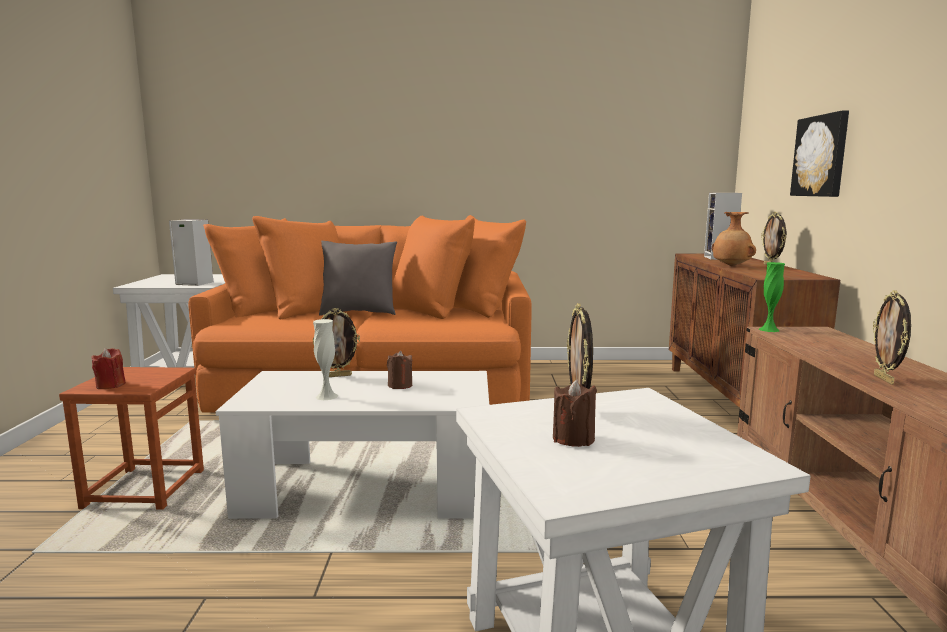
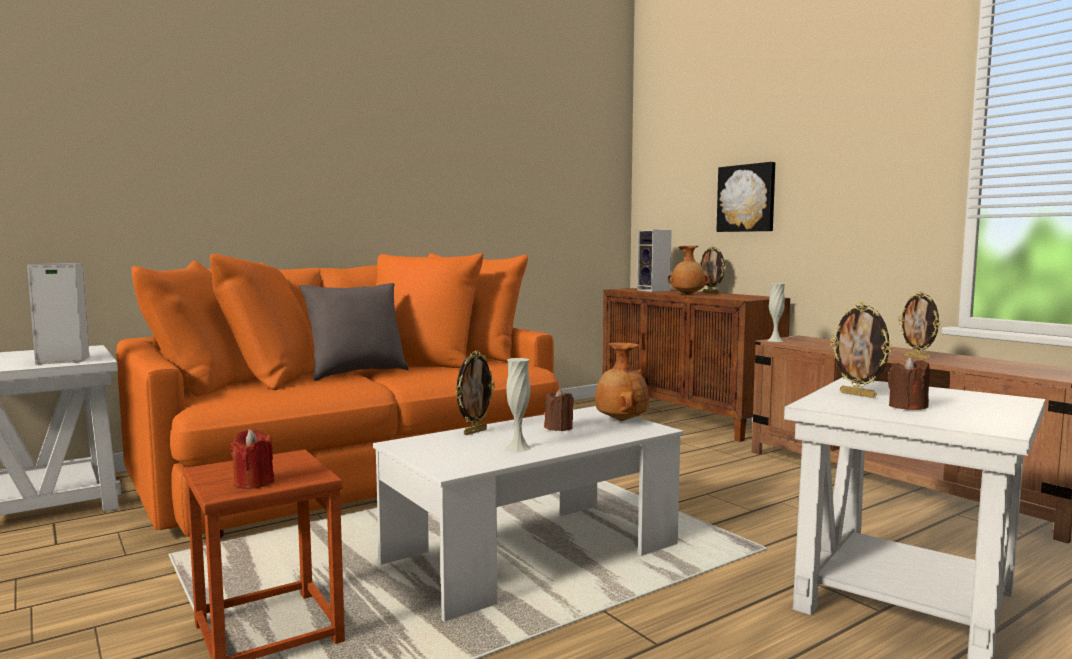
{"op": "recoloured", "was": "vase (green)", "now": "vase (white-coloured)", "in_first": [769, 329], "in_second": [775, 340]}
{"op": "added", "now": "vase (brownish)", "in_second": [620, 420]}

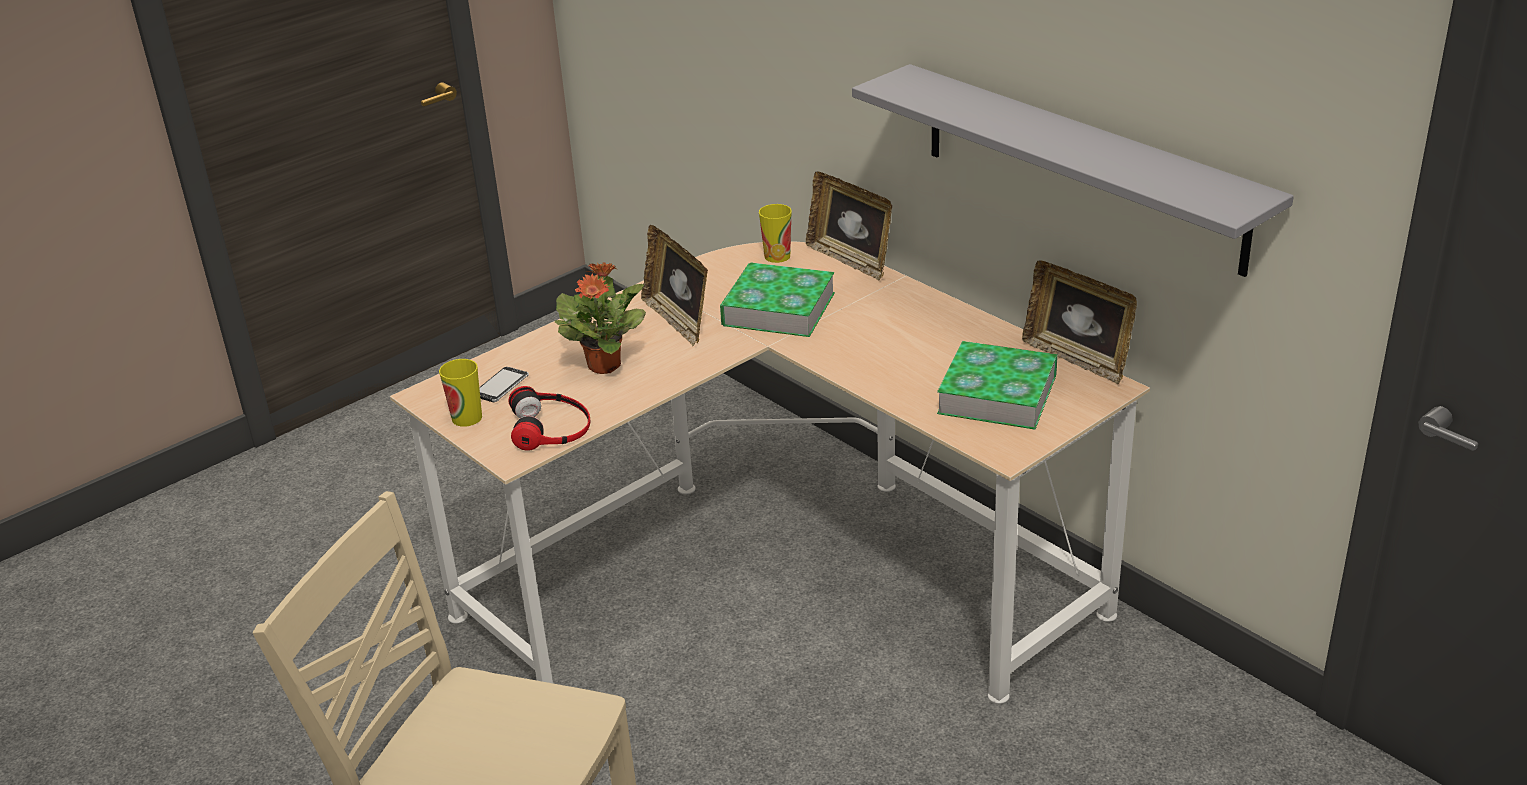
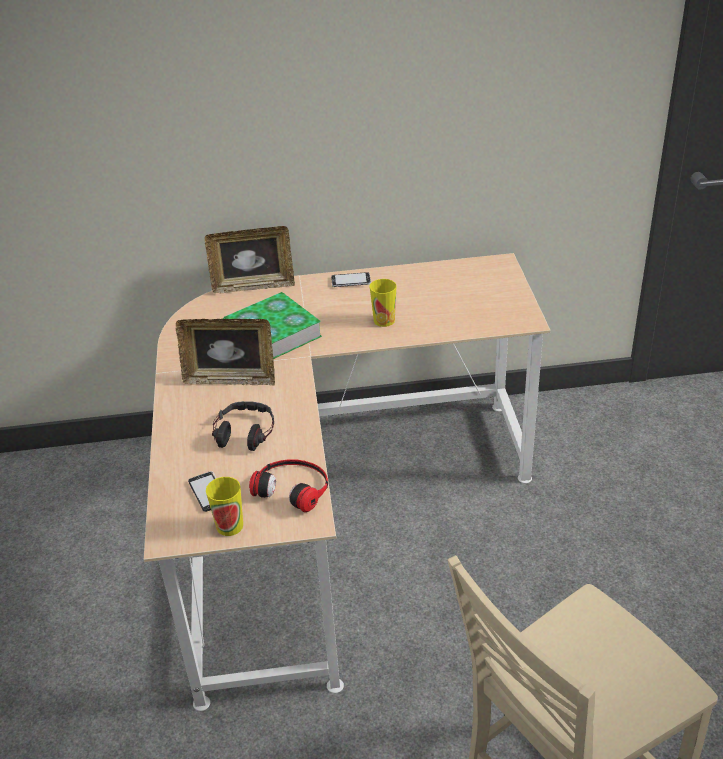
{"op": "removed", "was": "bracket shelf (gray)", "in_first": [1080, 167]}
{"op": "moved", "was": "small cup", "in_first": [777, 256], "in_second": [384, 320]}
{"op": "removed", "was": "picture frame", "in_first": [1077, 358]}
{"op": "replaced", "was": "plant in a pot", "now": "headset", "in_first": [605, 365], "in_second": [244, 432]}
{"op": "removed", "was": "volume", "in_first": [997, 394]}
{"op": "added", "now": "telephone", "in_second": [351, 281]}

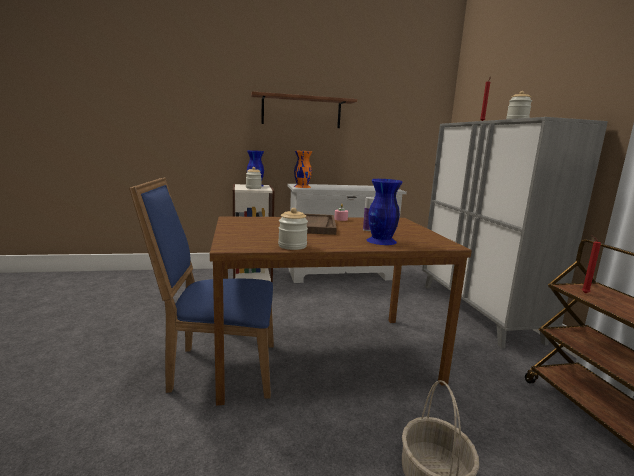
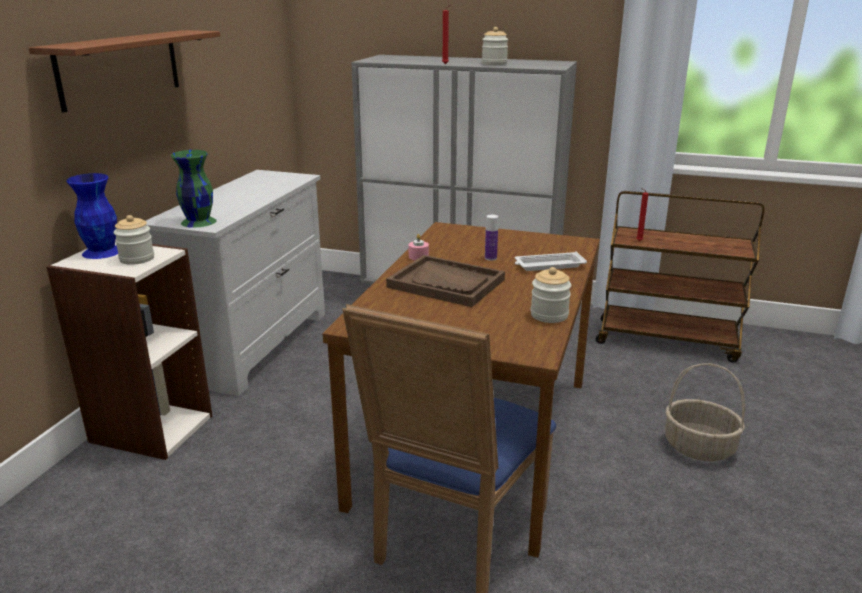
{"op": "recoloured", "was": "vase (orange)", "now": "vase (green)", "in_first": [302, 186], "in_second": [198, 221]}
{"op": "replaced", "was": "vase (bluish)", "now": "serving tray (white-coloured)", "in_first": [381, 241], "in_second": [548, 265]}

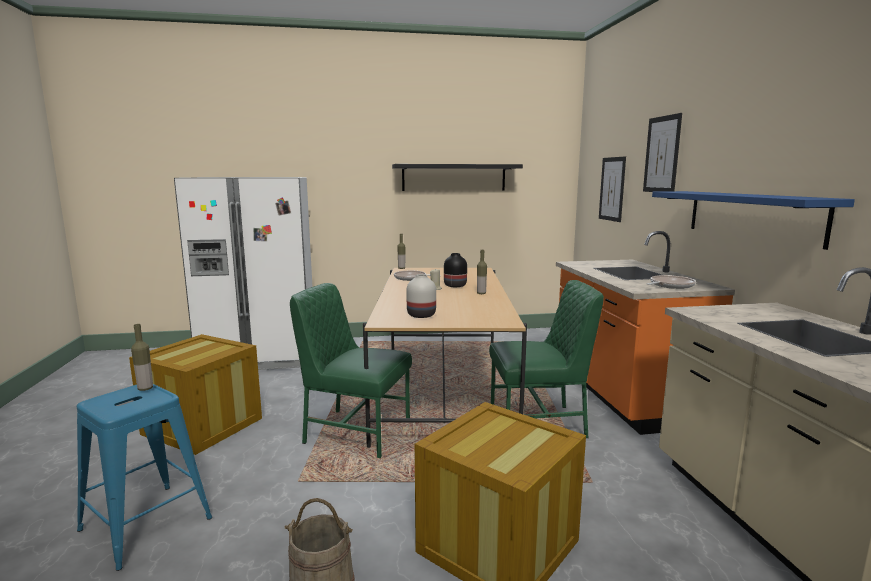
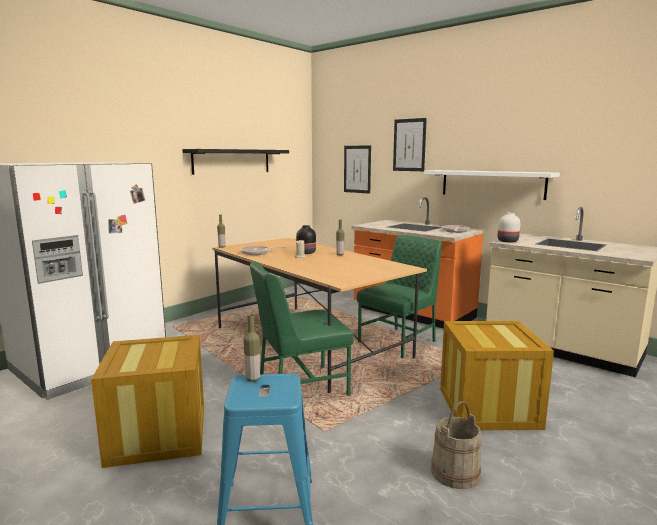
{"op": "recoloured", "was": "bracket shelf (bluish)", "now": "bracket shelf (white-coloured)", "in_first": [751, 216], "in_second": [492, 184]}
{"op": "moved", "was": "vase (white-coloured)", "in_first": [422, 315], "in_second": [508, 241]}

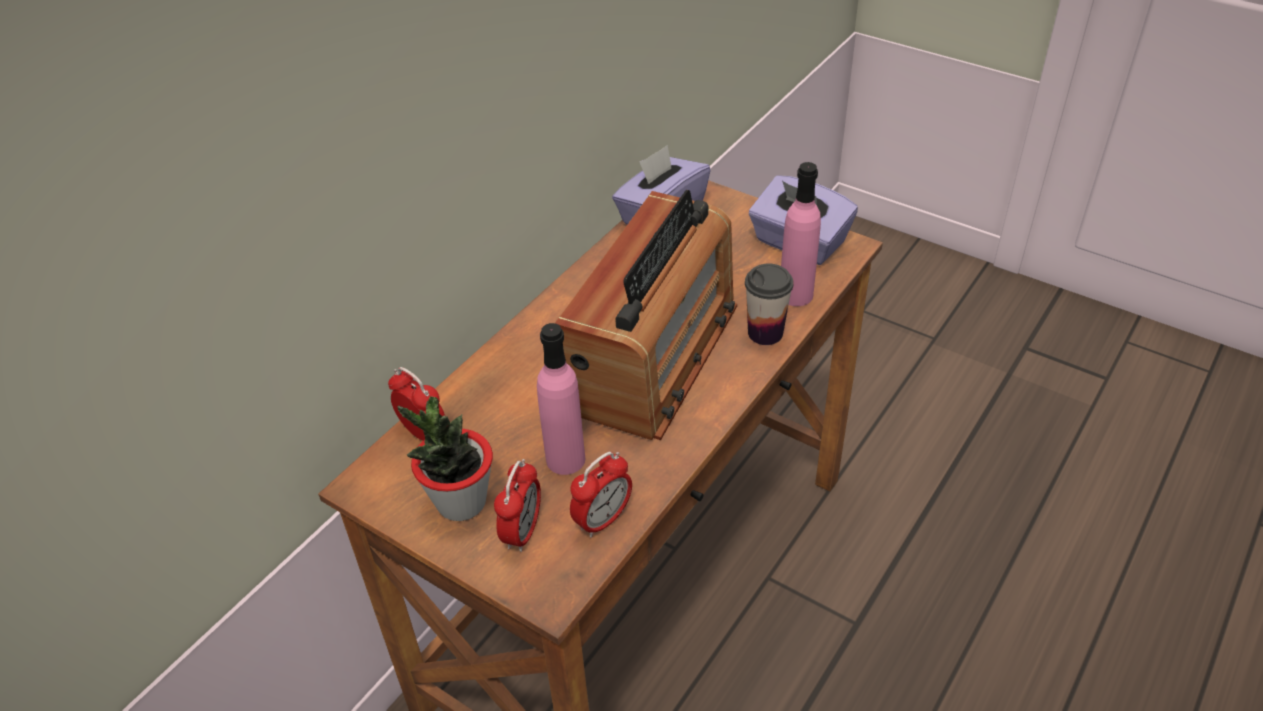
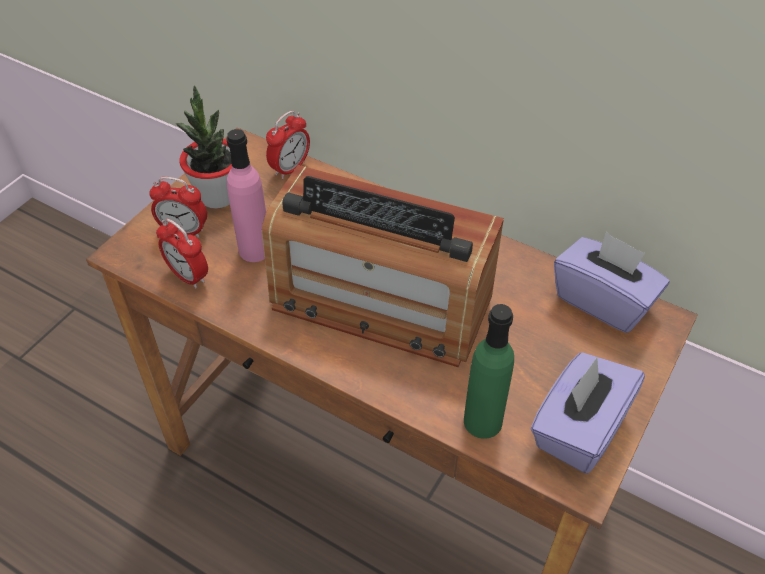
{"op": "recoloured", "was": "bottle (pink)", "now": "bottle (green)", "in_first": [795, 295], "in_second": [482, 421]}
{"op": "removed", "was": "small cup", "in_first": [765, 333]}

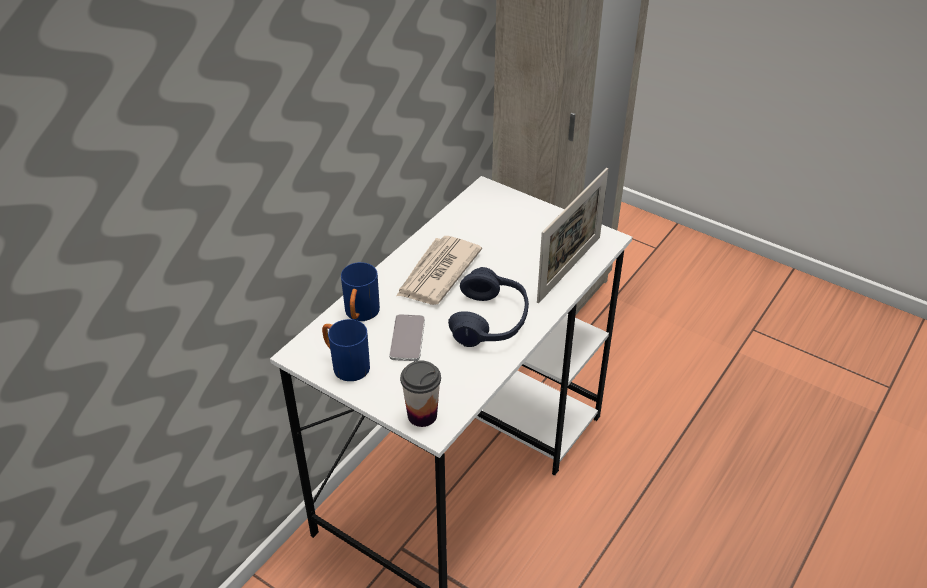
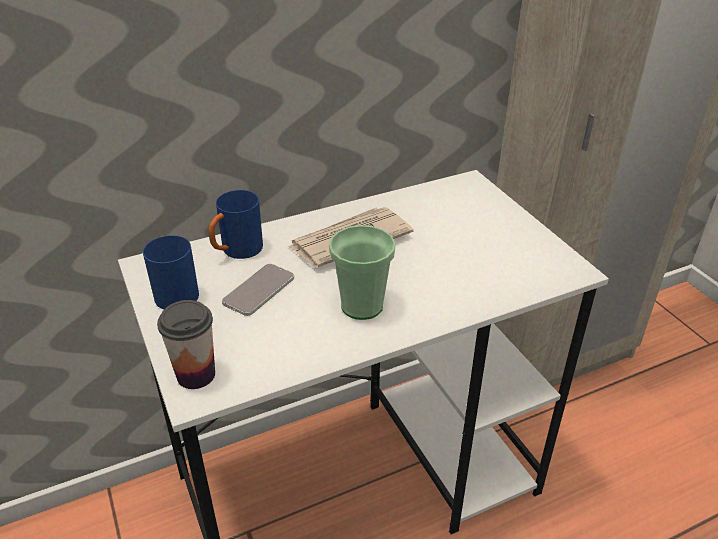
{"op": "removed", "was": "picture frame", "in_first": [569, 269]}
{"op": "replaced", "was": "headset (bluish)", "now": "small cup", "in_first": [490, 321], "in_second": [362, 306]}

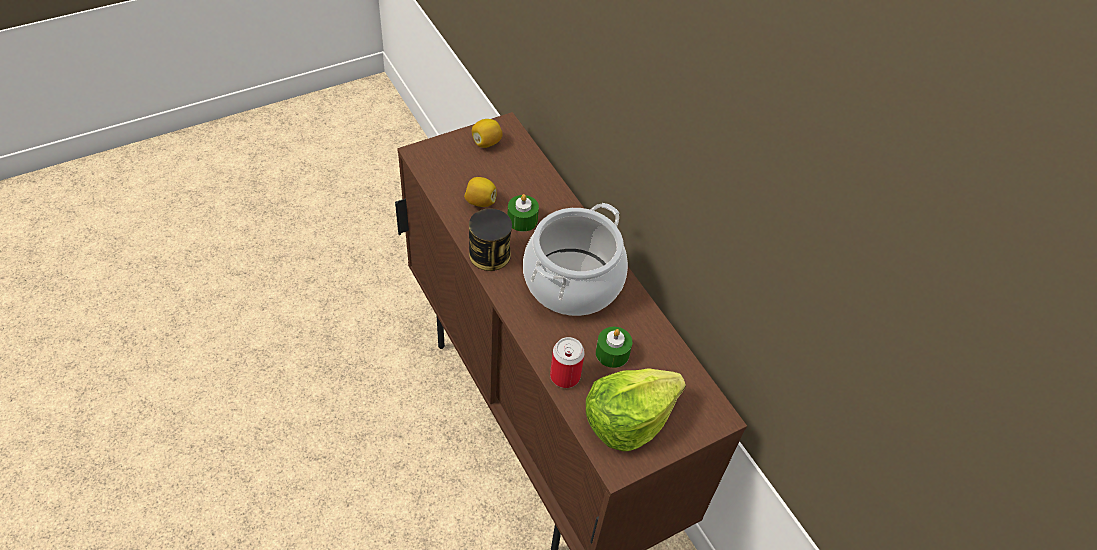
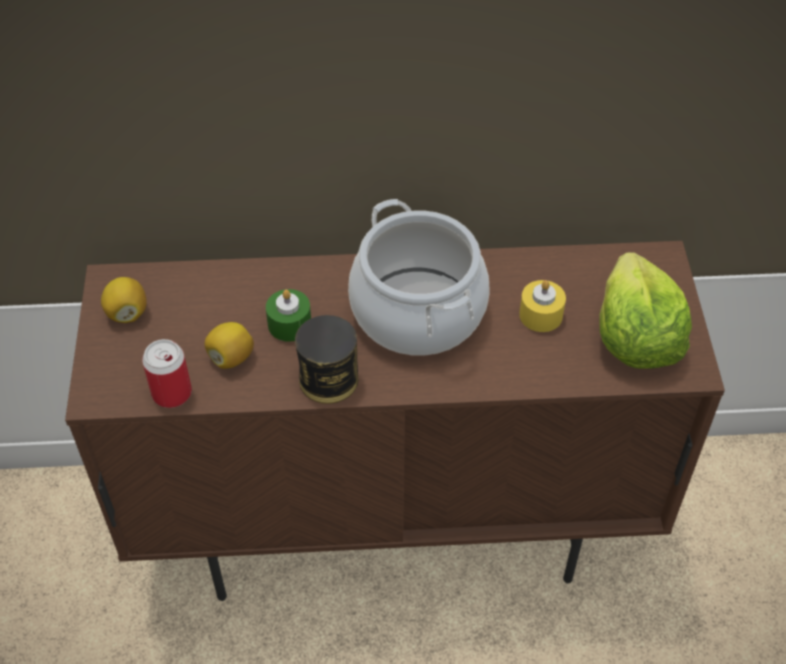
{"op": "recoloured", "was": "wax candle (green)", "now": "wax candle (yellow)", "in_first": [612, 353], "in_second": [541, 315]}
{"op": "moved", "was": "sealed can", "in_first": [565, 376], "in_second": [172, 393]}

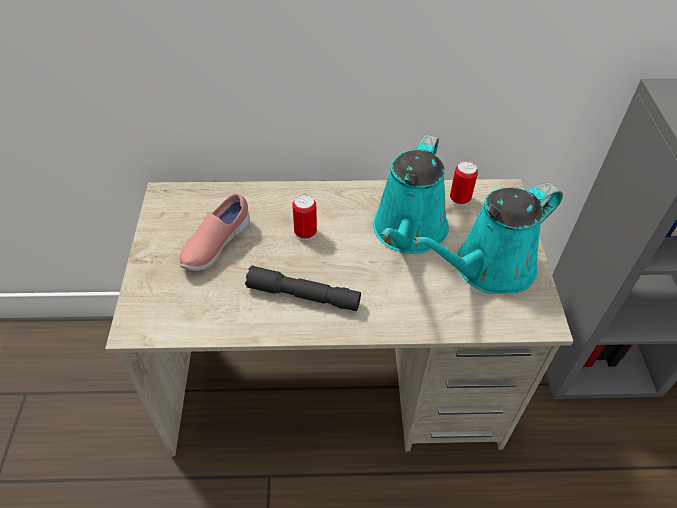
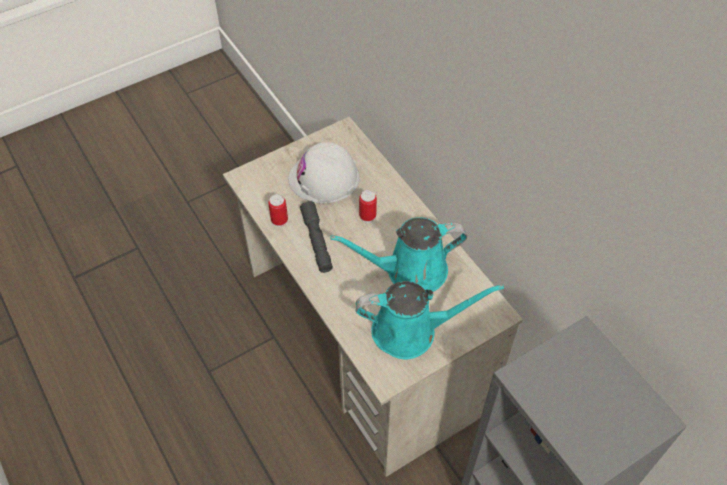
{"op": "moved", "was": "sealed can", "in_first": [460, 199], "in_second": [279, 220]}
{"op": "turned", "was": "watering can (turquoise-coloured)", "in_first": [488, 268], "in_second": [411, 331], "clockwise": 150}
{"op": "replaced", "was": "shoe (pink)", "now": "hard hat (white-coloured)", "in_first": [216, 245], "in_second": [324, 178]}

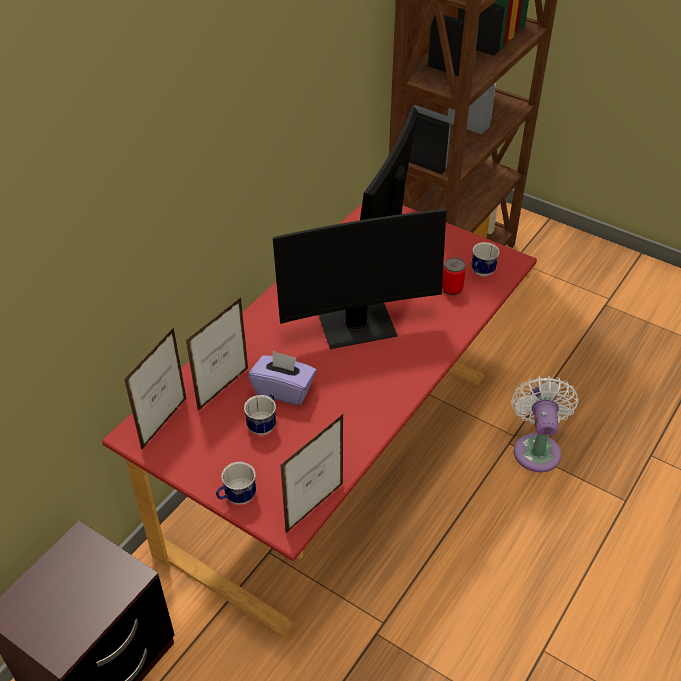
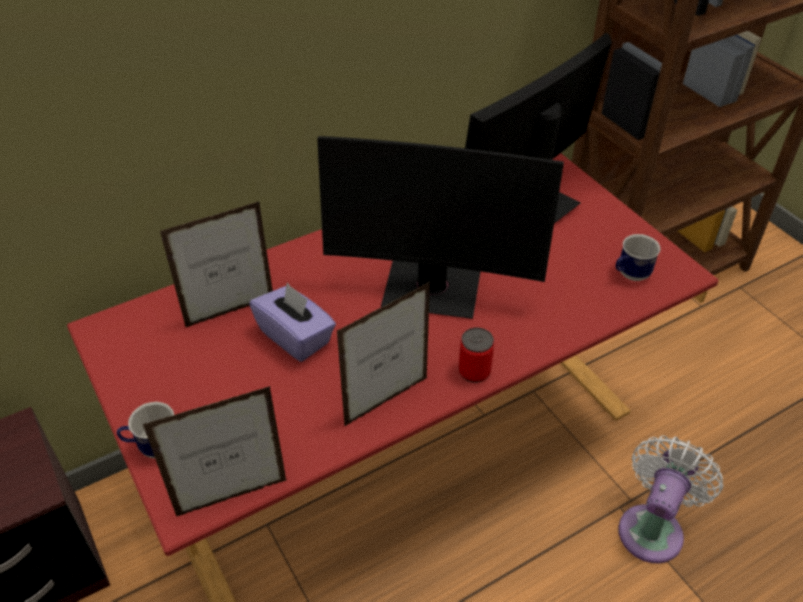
{"op": "moved", "was": "sealed can", "in_first": [452, 288], "in_second": [474, 371]}
{"op": "moved", "was": "picture frame", "in_first": [164, 423], "in_second": [386, 401]}
{"op": "removed", "was": "mug", "in_first": [264, 424]}

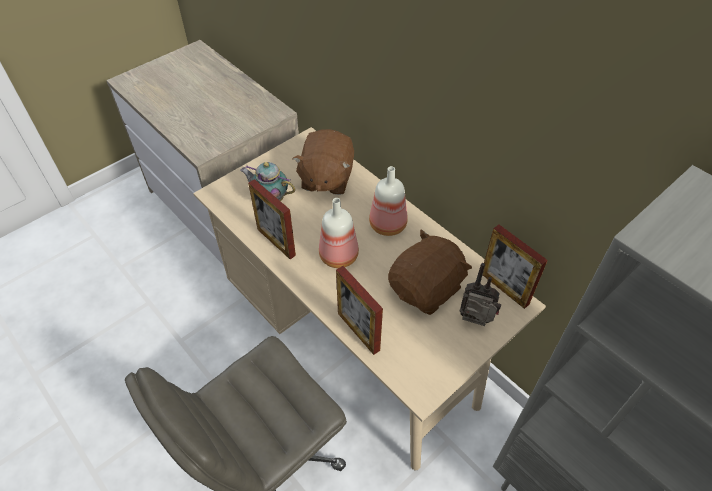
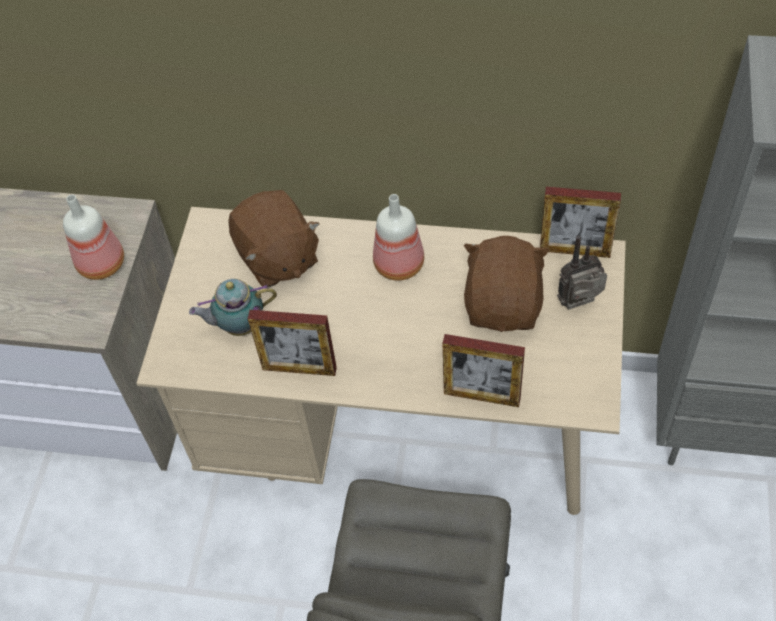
{"op": "moved", "was": "bottle", "in_first": [340, 255], "in_second": [102, 262]}

